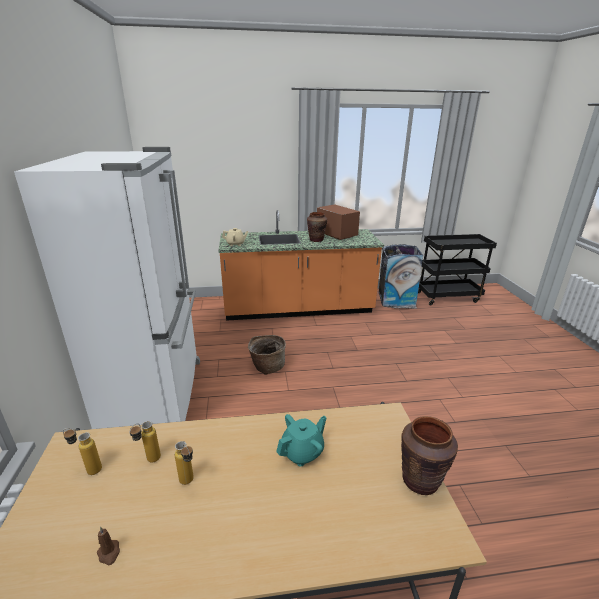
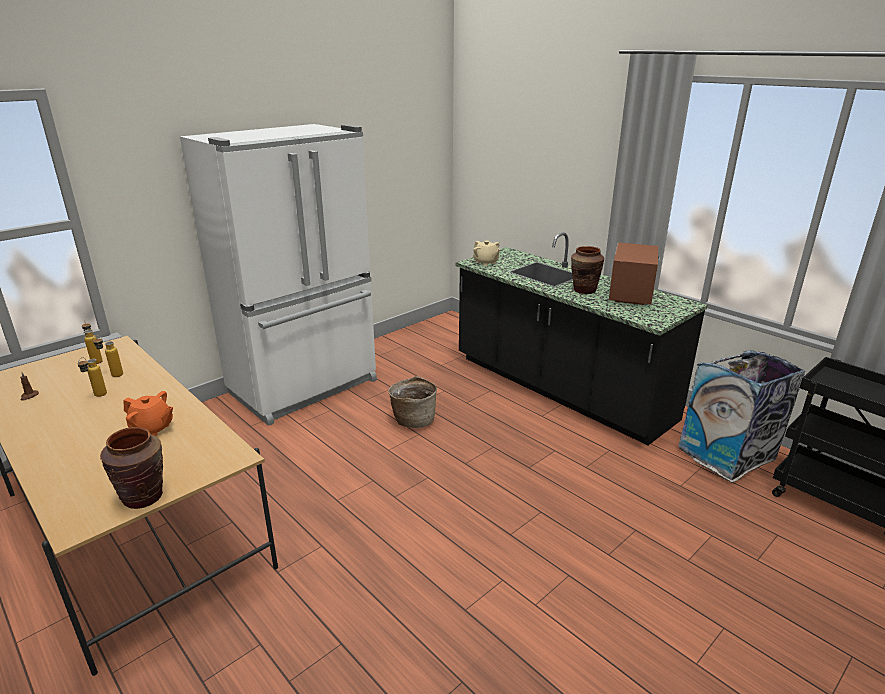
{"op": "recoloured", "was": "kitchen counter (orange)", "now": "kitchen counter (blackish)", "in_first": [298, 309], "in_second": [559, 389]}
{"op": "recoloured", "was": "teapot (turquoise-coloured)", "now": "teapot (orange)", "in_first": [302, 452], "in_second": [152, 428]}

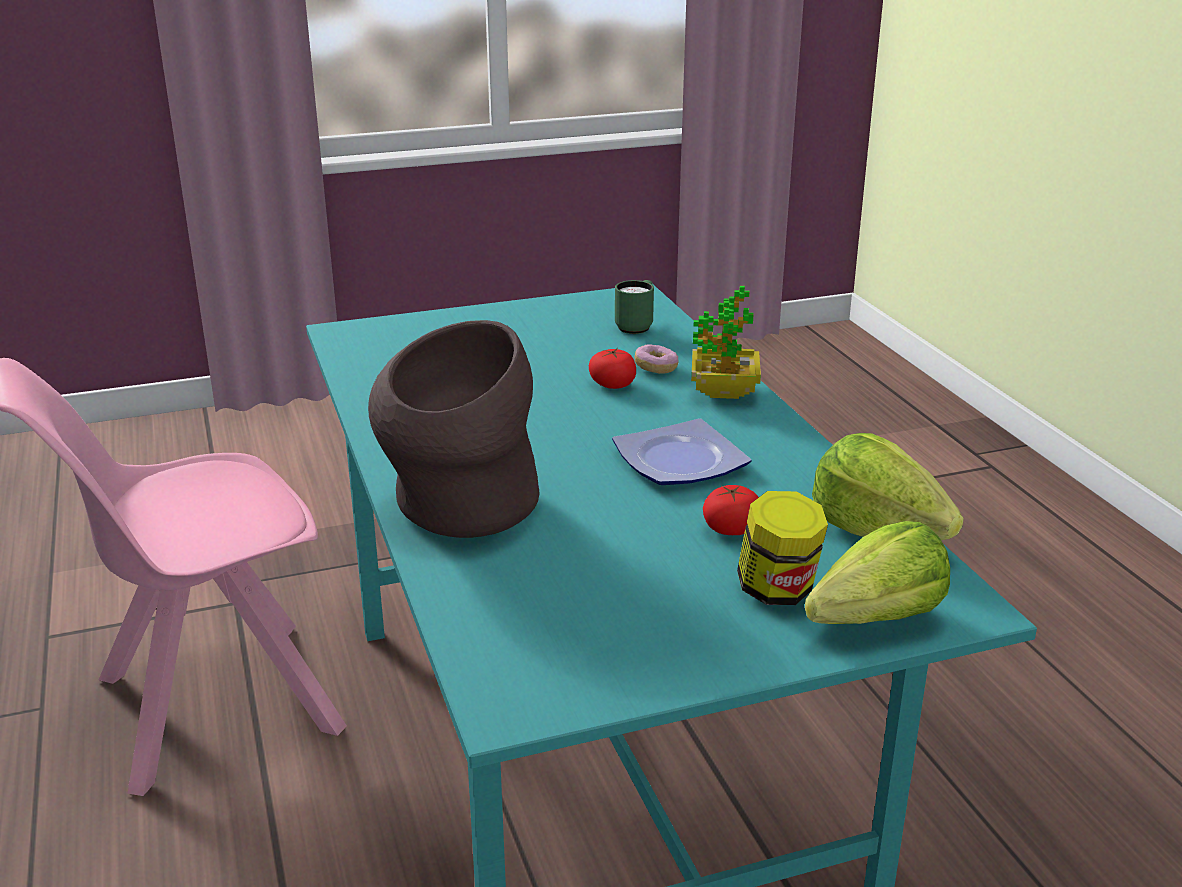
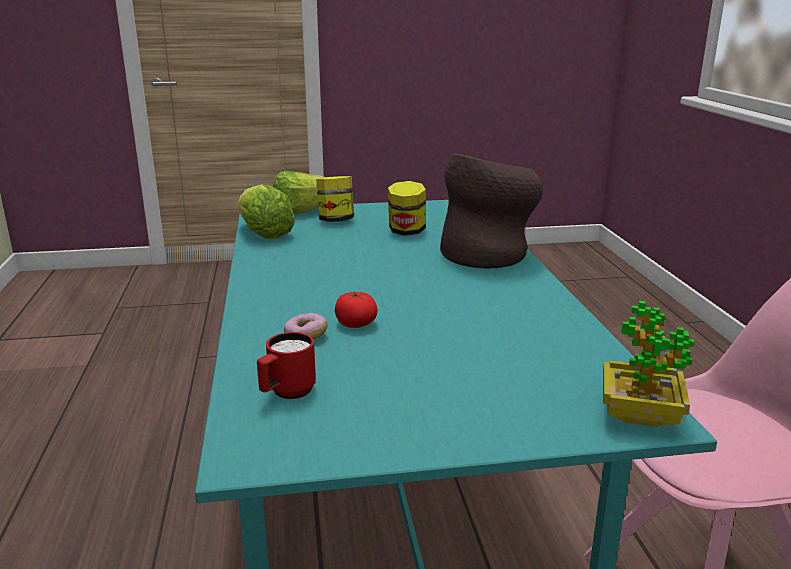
{"op": "recoloured", "was": "mug (green)", "now": "mug (red)", "in_first": [636, 326], "in_second": [287, 393]}
{"op": "moved", "was": "plant in a pot", "in_first": [724, 392], "in_second": [639, 415]}
{"op": "removed", "was": "plate", "in_first": [683, 462]}
{"op": "removed", "was": "fresh tomato", "in_first": [731, 529]}
{"op": "added", "now": "preserve jar", "in_second": [406, 231]}

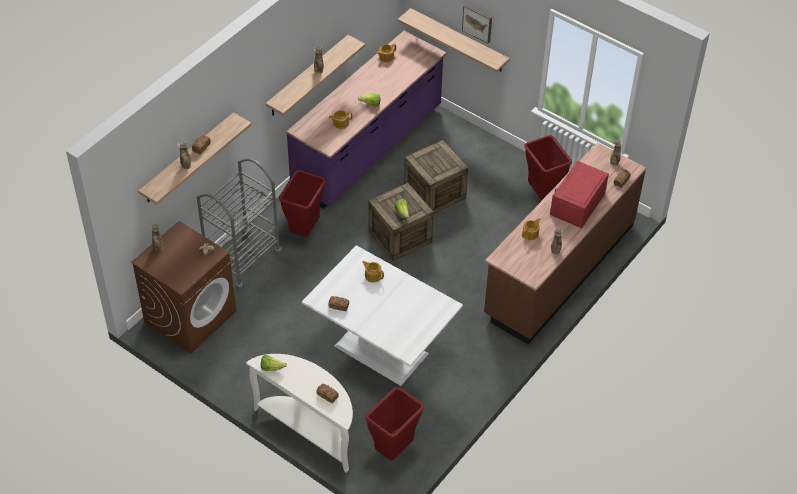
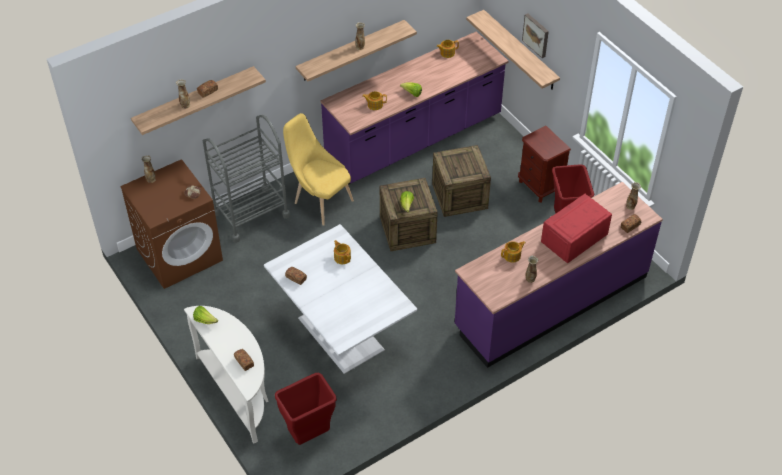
{"op": "recoloured", "was": "kitchen counter (brownish)", "now": "kitchen counter (purple-coloured)", "in_first": [559, 269], "in_second": [551, 301]}
{"op": "replaced", "was": "waste bin (red)", "now": "upright chair (yellow)", "in_first": [304, 230], "in_second": [320, 200]}
{"op": "added", "now": "bedside table (brownish)", "in_second": [539, 186]}

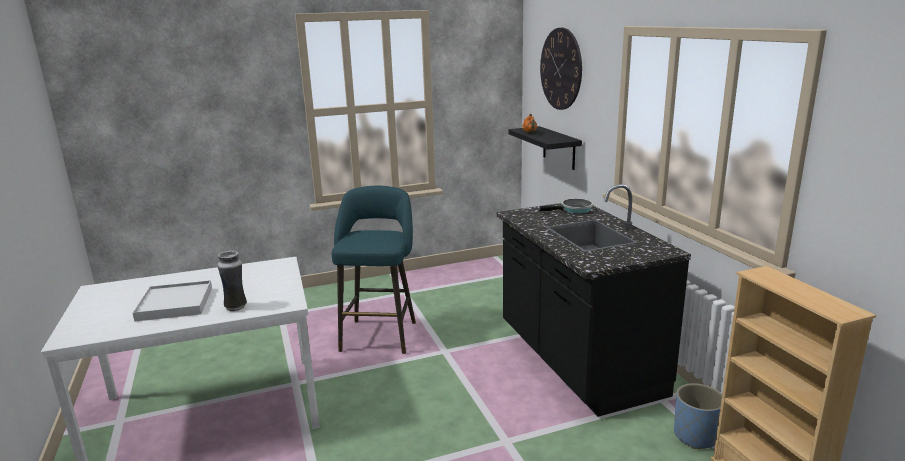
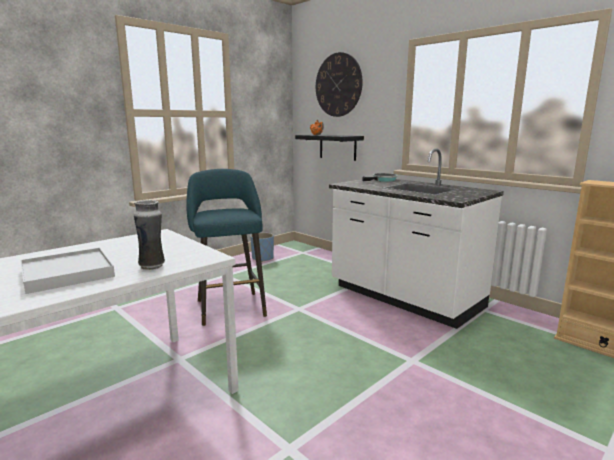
{"op": "recoloured", "was": "kitchen counter (blackish)", "now": "kitchen counter (white-coloured)", "in_first": [577, 361], "in_second": [404, 297]}
{"op": "moved", "was": "plant pot (bluish)", "in_first": [695, 436], "in_second": [262, 258]}

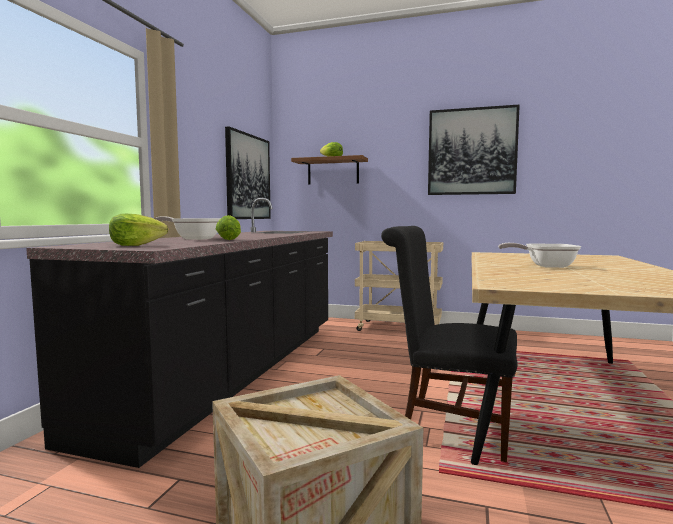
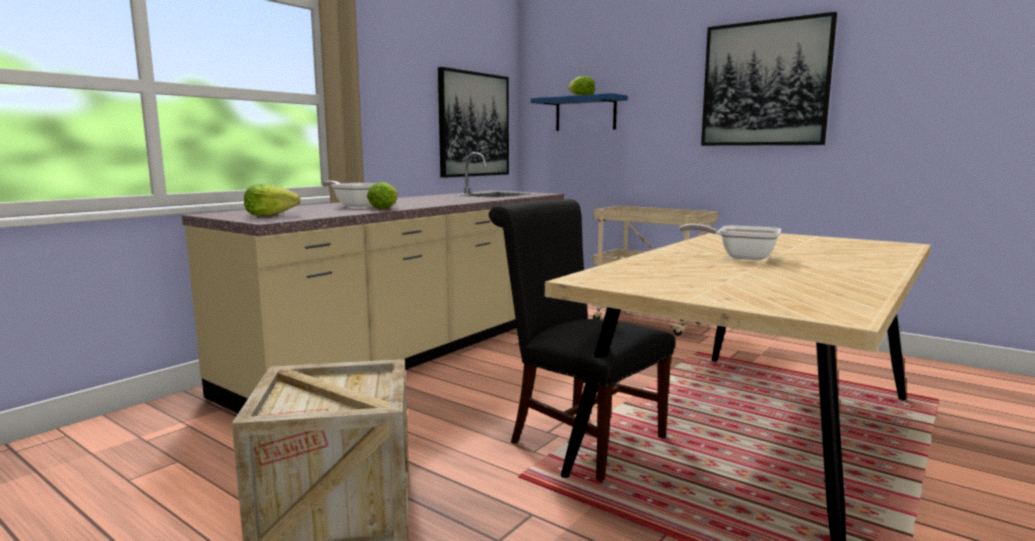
{"op": "recoloured", "was": "bracket shelf (brownish)", "now": "bracket shelf (bluish)", "in_first": [333, 171], "in_second": [585, 114]}
{"op": "recoloured", "was": "kitchen counter (blackish)", "now": "kitchen counter (beige)", "in_first": [235, 371], "in_second": [415, 351]}

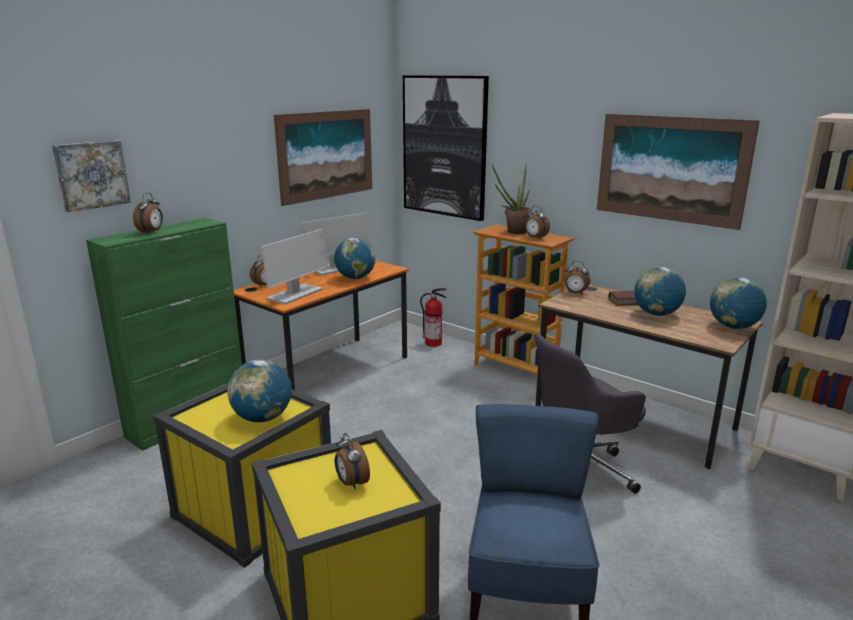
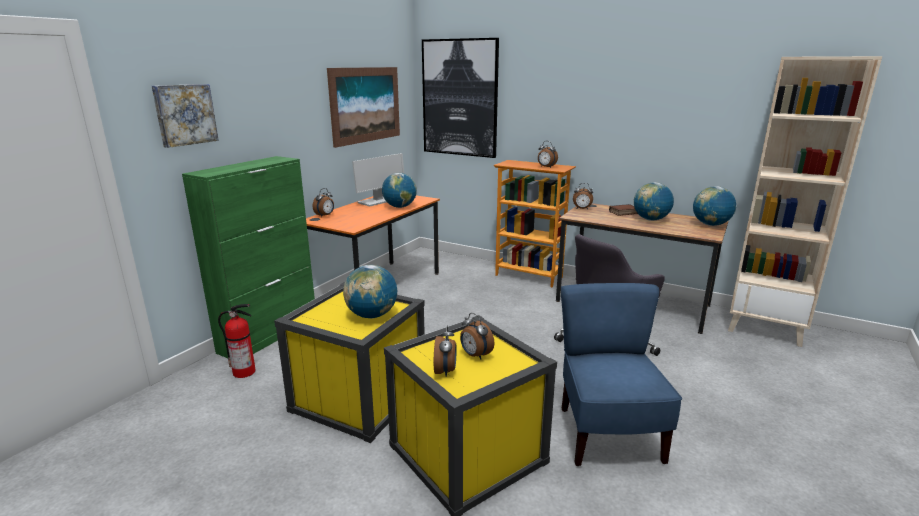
{"op": "removed", "was": "picture", "in_first": [670, 169]}
{"op": "removed", "was": "plant in a pot", "in_first": [513, 232]}
{"op": "moved", "was": "bedside clock", "in_first": [151, 232], "in_second": [445, 371]}
{"op": "removed", "was": "monitor", "in_first": [295, 294]}
{"op": "moved", "was": "fire-fighting cylinder", "in_first": [434, 343], "in_second": [245, 372]}

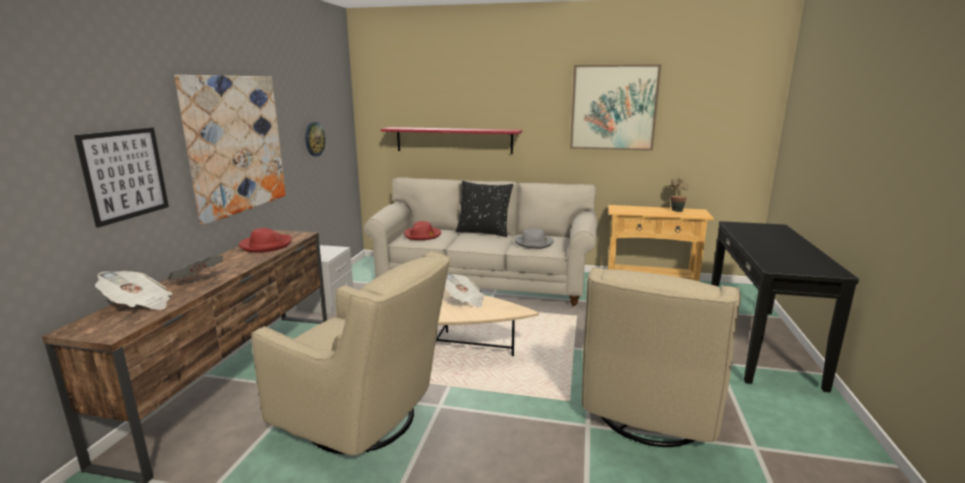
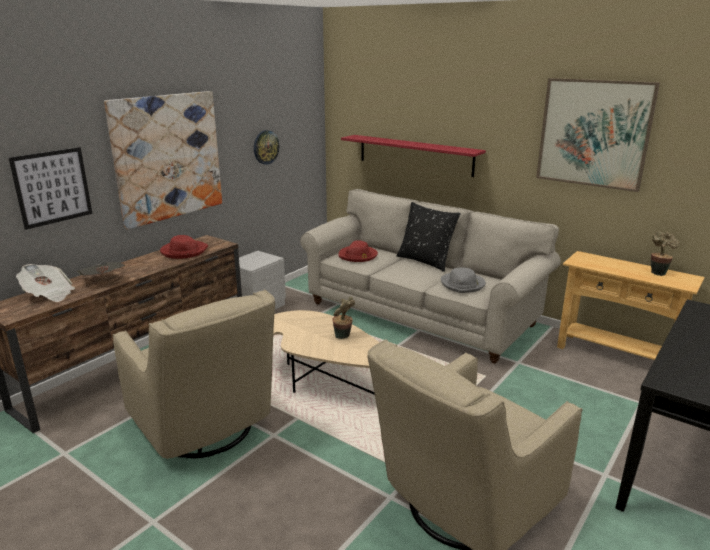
{"op": "replaced", "was": "newspaper", "now": "plant in a pot", "in_first": [464, 301], "in_second": [343, 337]}

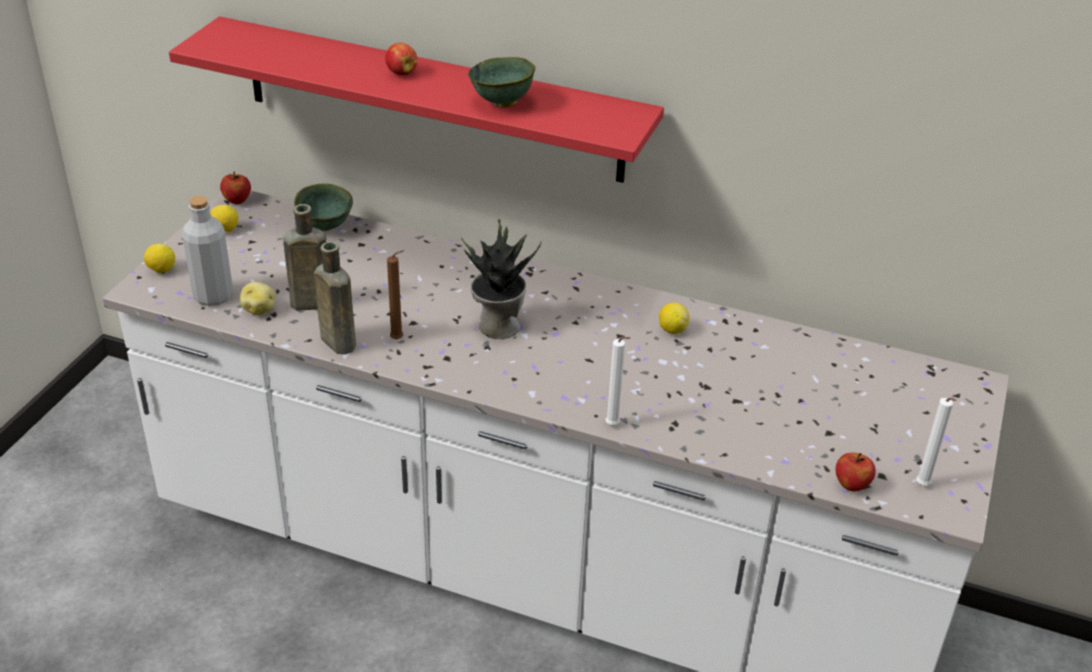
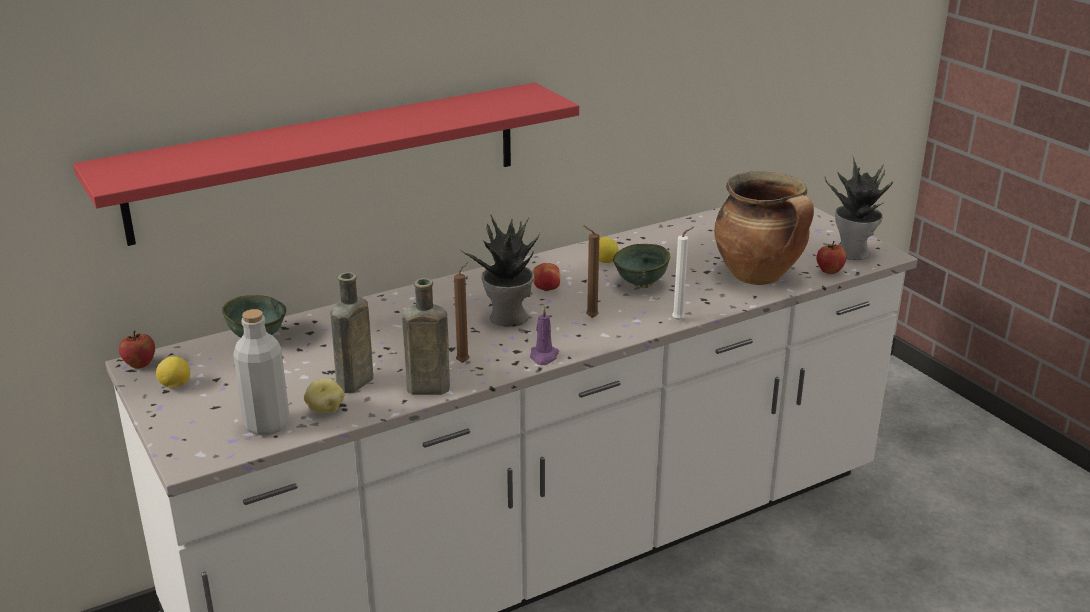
{"op": "moved", "was": "whole apple", "in_first": [401, 72], "in_second": [546, 289]}
{"op": "moved", "was": "serving bowl (green)", "in_first": [502, 103], "in_second": [642, 284]}
{"op": "removed", "was": "lemon", "in_first": [161, 270]}
{"op": "replaced", "was": "wax candle (white-coloured)", "now": "plant in a pot", "in_first": [923, 486], "in_second": [853, 253]}
{"op": "added", "now": "cooking pot", "in_second": [759, 276]}
{"op": "added", "now": "wax candle (brownish)", "in_second": [590, 317]}
{"op": "added", "now": "wax candle (purple-coloured)", "in_second": [543, 356]}

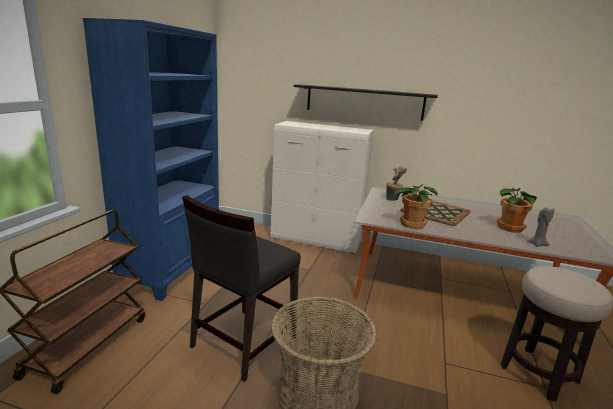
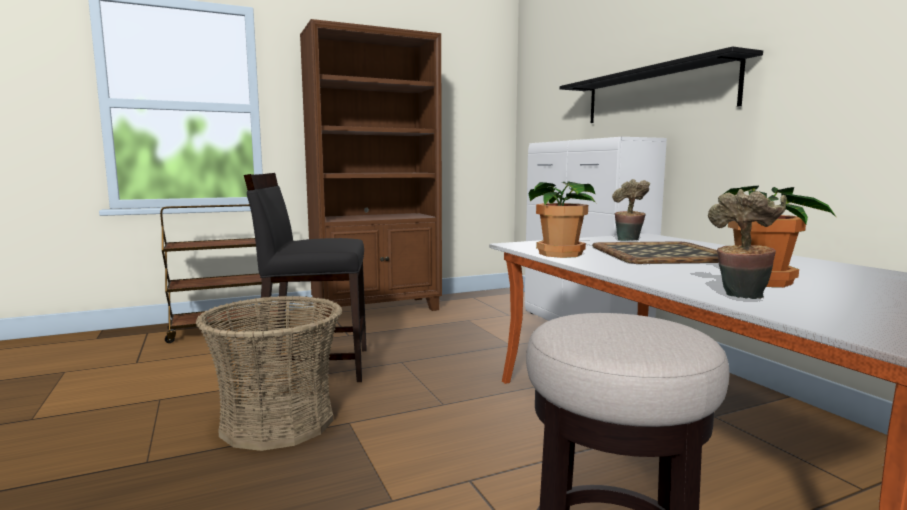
{"op": "recoloured", "was": "bookcase (bluish)", "now": "bookcase (brownish)", "in_first": [173, 270], "in_second": [377, 309]}
{"op": "replaced", "was": "wax candle (gray)", "now": "plant in a pot", "in_first": [537, 244], "in_second": [740, 298]}

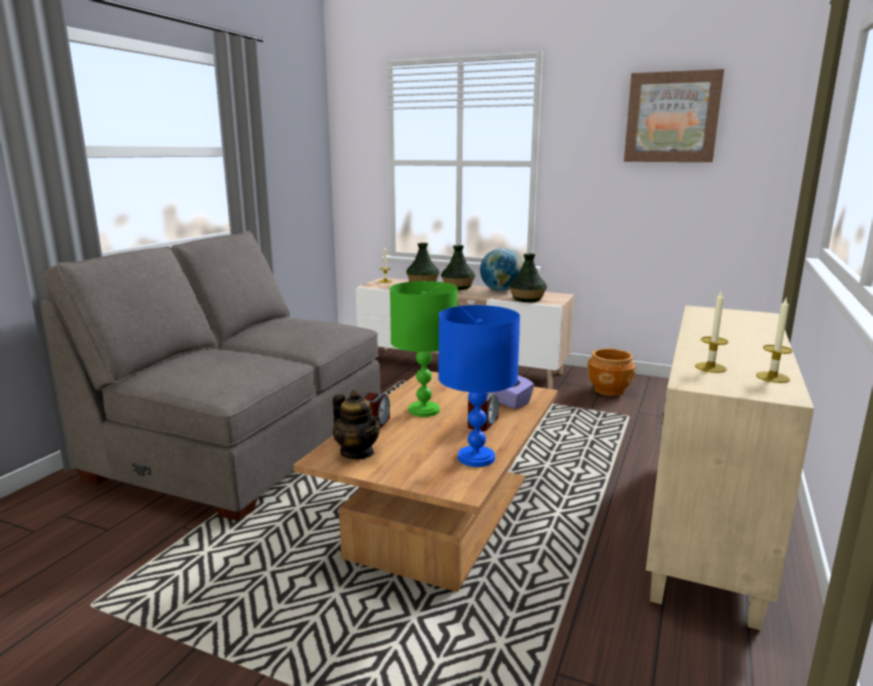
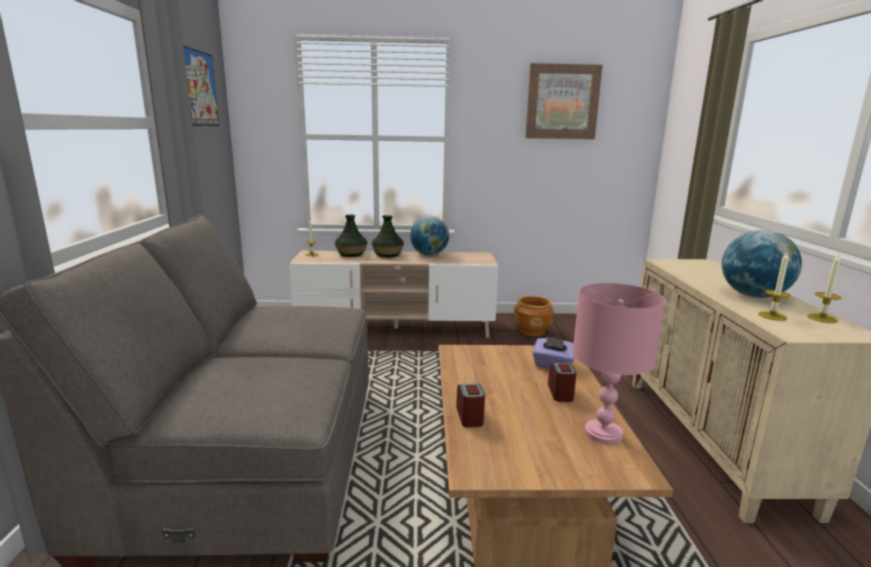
{"op": "removed", "was": "vase", "in_first": [527, 299]}
{"op": "removed", "was": "table lamp (green)", "in_first": [424, 410]}
{"op": "recoloured", "was": "table lamp (bluish)", "now": "table lamp (pink)", "in_first": [475, 457], "in_second": [602, 433]}
{"op": "removed", "was": "teapot", "in_first": [357, 452]}
{"op": "added", "now": "picture", "in_second": [200, 88]}
{"op": "added", "now": "globe", "in_second": [753, 296]}

